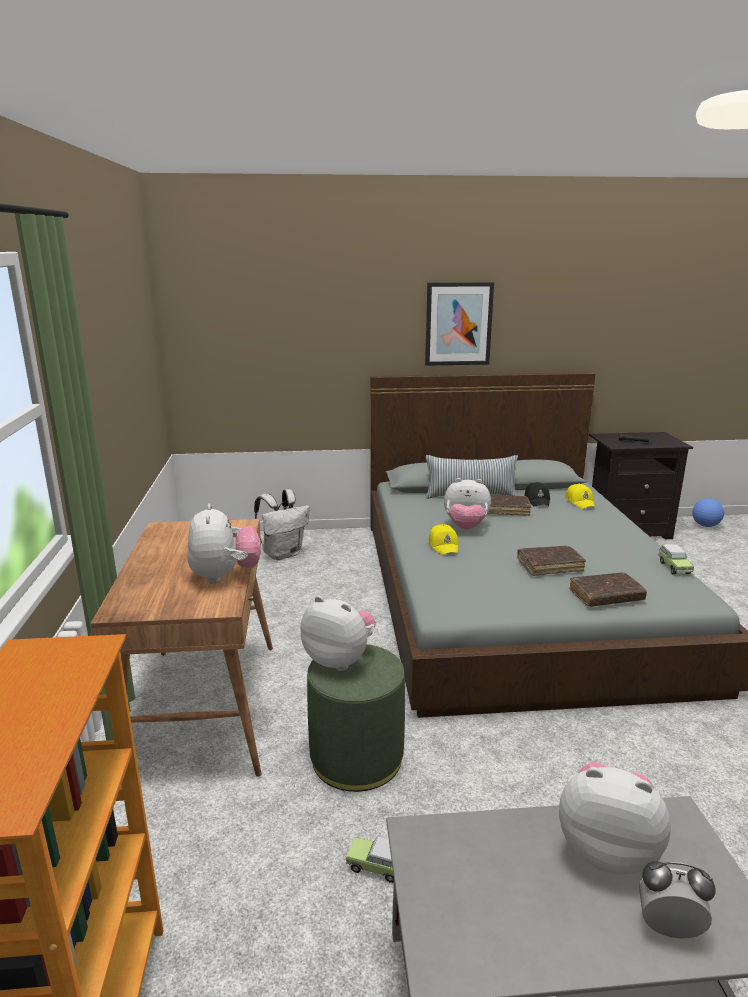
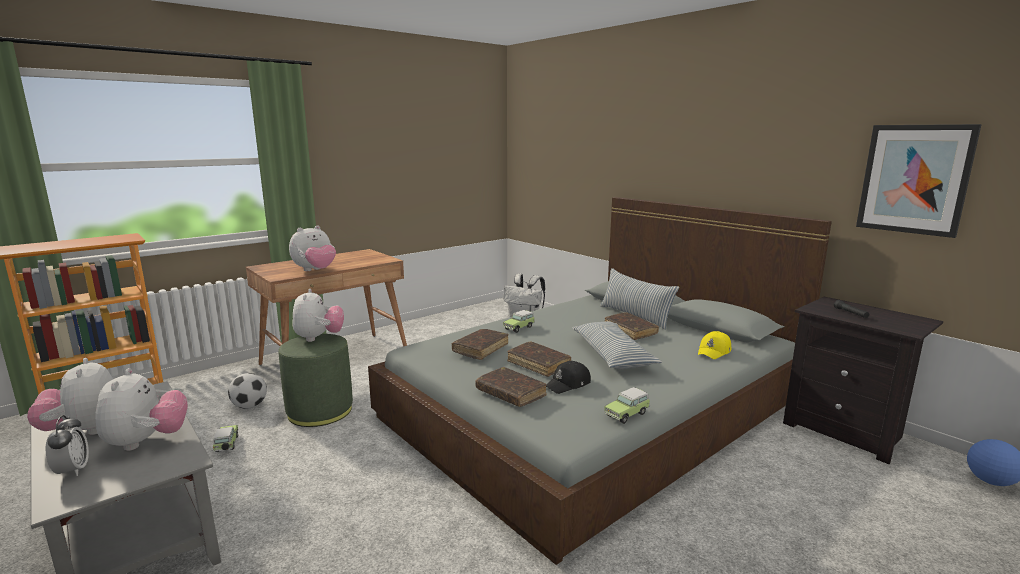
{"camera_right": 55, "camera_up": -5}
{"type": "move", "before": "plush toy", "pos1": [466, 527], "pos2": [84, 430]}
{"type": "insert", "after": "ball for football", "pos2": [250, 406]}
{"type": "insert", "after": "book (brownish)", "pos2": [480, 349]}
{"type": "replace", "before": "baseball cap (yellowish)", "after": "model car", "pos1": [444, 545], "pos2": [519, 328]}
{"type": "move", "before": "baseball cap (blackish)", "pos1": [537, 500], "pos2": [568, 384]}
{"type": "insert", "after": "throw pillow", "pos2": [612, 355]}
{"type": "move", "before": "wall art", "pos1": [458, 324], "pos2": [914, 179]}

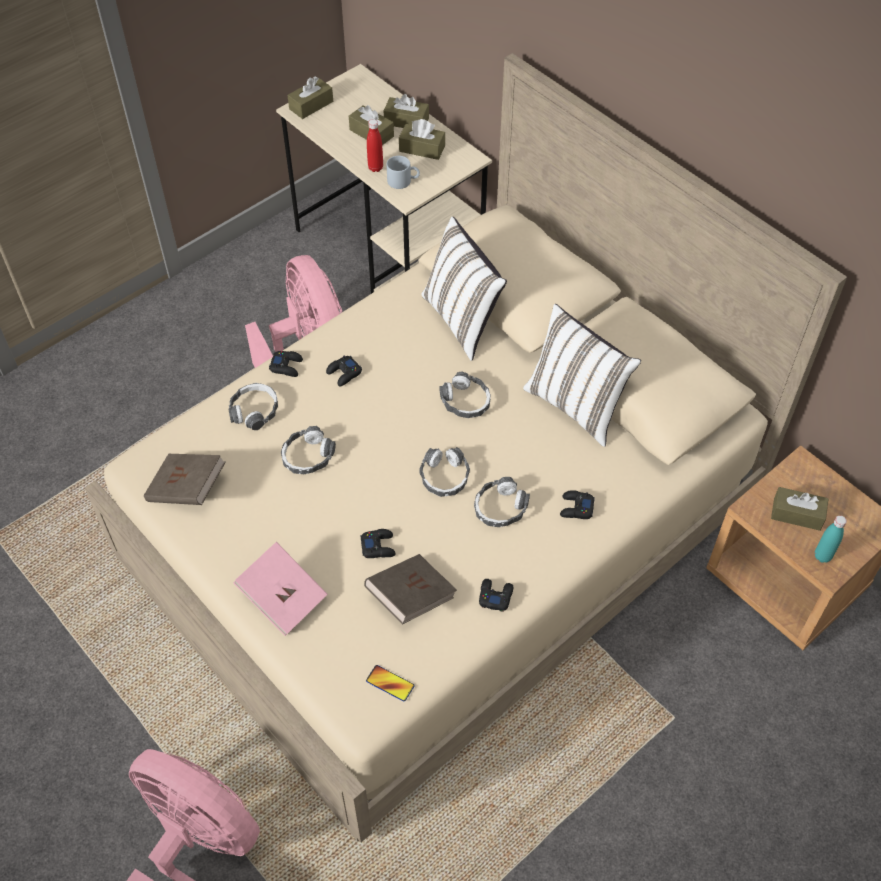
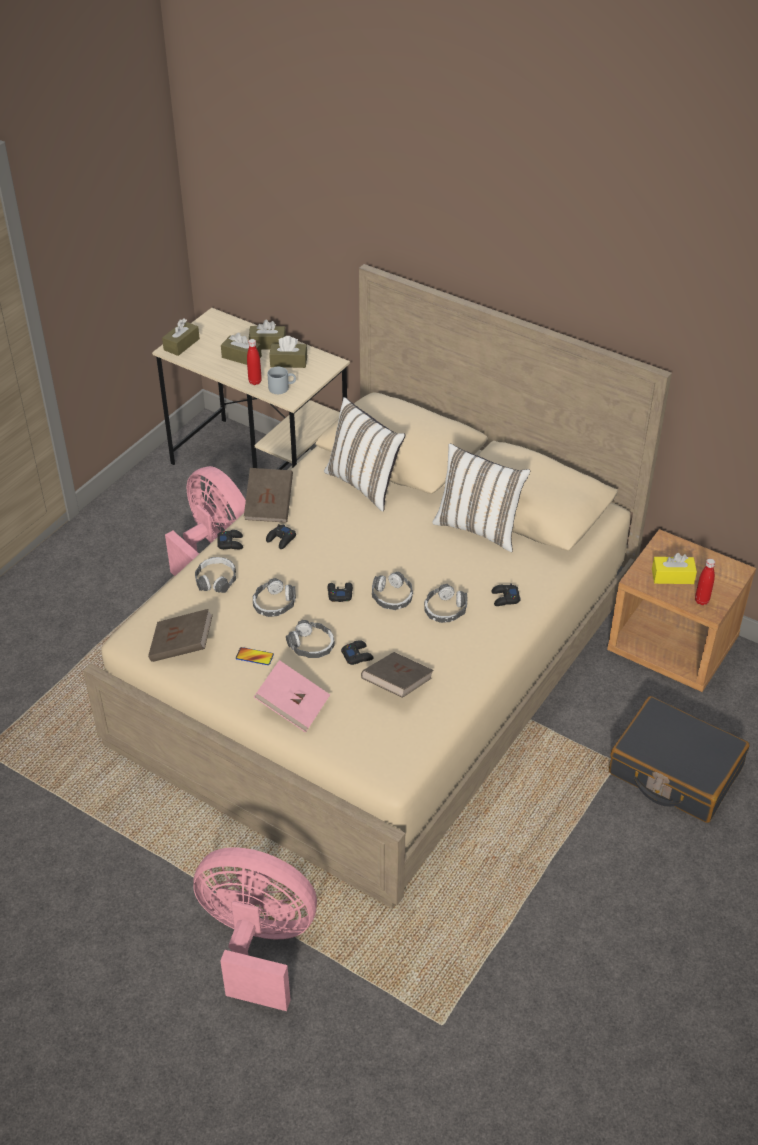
{"camera_right": -15, "camera_up": -10}
{"type": "move", "before": "phone", "pos1": [390, 683], "pos2": [254, 657]}
{"type": "insert", "after": "book (brownish)", "pos2": [269, 506]}
{"type": "move", "before": "headphones", "pos1": [465, 401], "pos2": [311, 645]}
{"type": "move", "before": "joypad (blackish)", "pos1": [495, 596], "pos2": [340, 594]}
{"type": "insert", "after": "piece of luggage (blackish)", "pos2": [674, 771]}
{"type": "recolor", "before": "box of tissues (brownish)", "after": "box of tissues (yellowish)", "pos1": [797, 514], "pos2": [672, 576]}
{"type": "recolor", "before": "beverage bottle (turquoise)", "after": "beverage bottle (red)", "pos1": [822, 556], "pos2": [701, 601]}

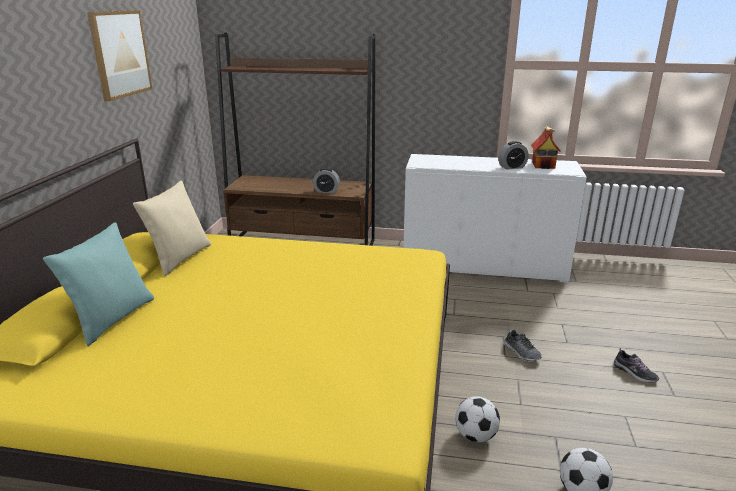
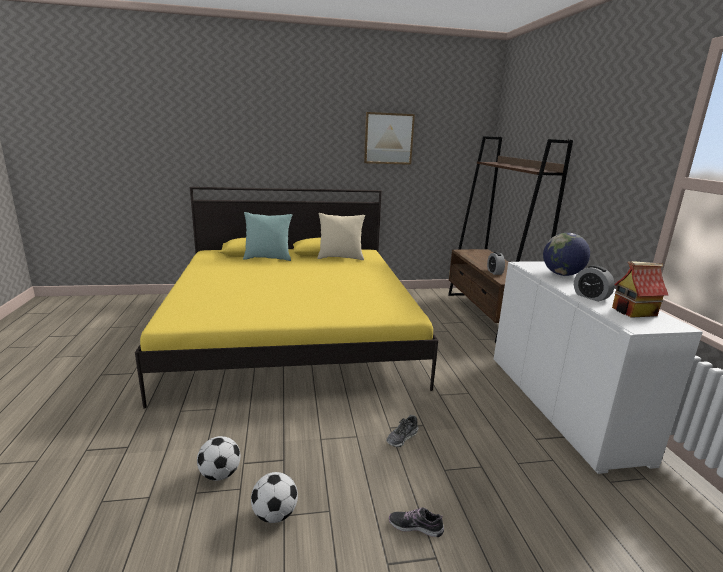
{"camera_right": 70, "camera_up": -5}
{"type": "move", "before": "ball for football", "pos1": [475, 436], "pos2": [275, 514]}
{"type": "rotate", "before": "shoe", "pos1": [634, 373], "pos2": [415, 527], "turn": 75}
{"type": "insert", "after": "desk globe", "pos2": [562, 274]}

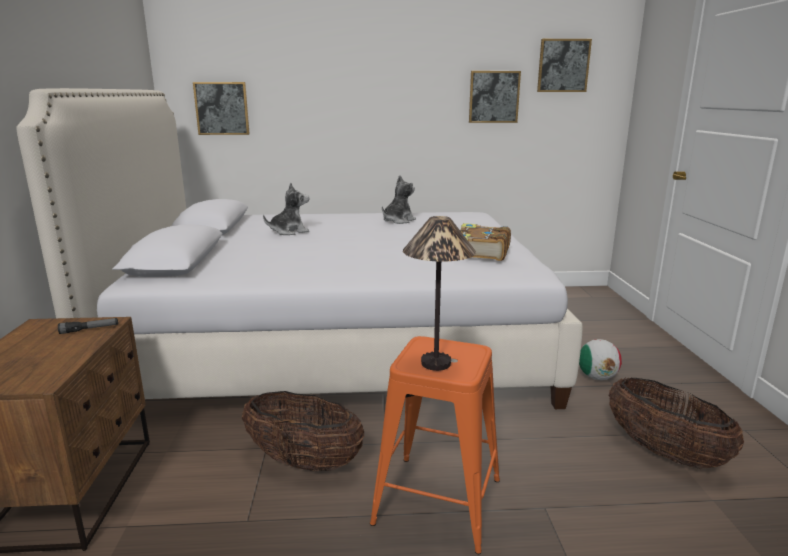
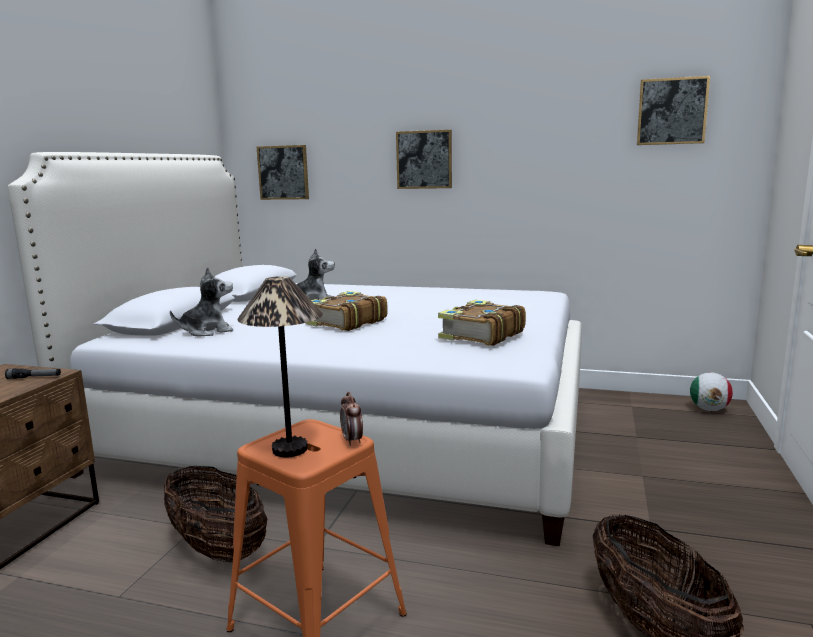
{"camera_right": 20, "camera_up": -5}
{"type": "move", "before": "plush toy", "pos1": [398, 221], "pos2": [207, 331]}
{"type": "insert", "after": "book", "pos2": [346, 322]}
{"type": "insert", "after": "table clock", "pos2": [352, 440]}
{"type": "move", "before": "wall art", "pos1": [494, 97], "pos2": [424, 159]}
{"type": "move", "before": "ball for football", "pos1": [597, 377], "pos2": [709, 409]}

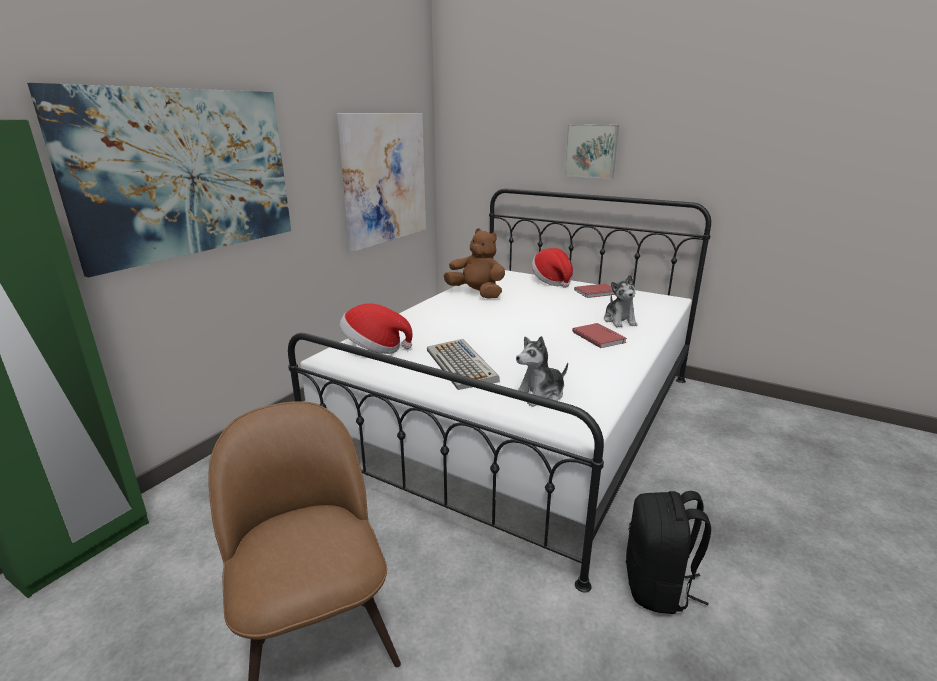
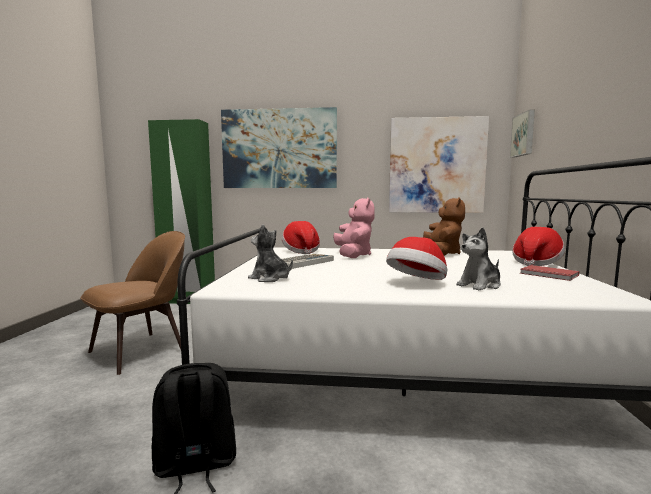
{"camera_right": 65, "camera_up": -15}
{"type": "insert", "after": "plush toy (pink-coloured)", "pos2": [353, 255]}
{"type": "replace", "before": "book (red)", "after": "hat", "pos1": [599, 337], "pos2": [417, 283]}
{"type": "move", "before": "wall art", "pos1": [591, 151], "pos2": [524, 134]}

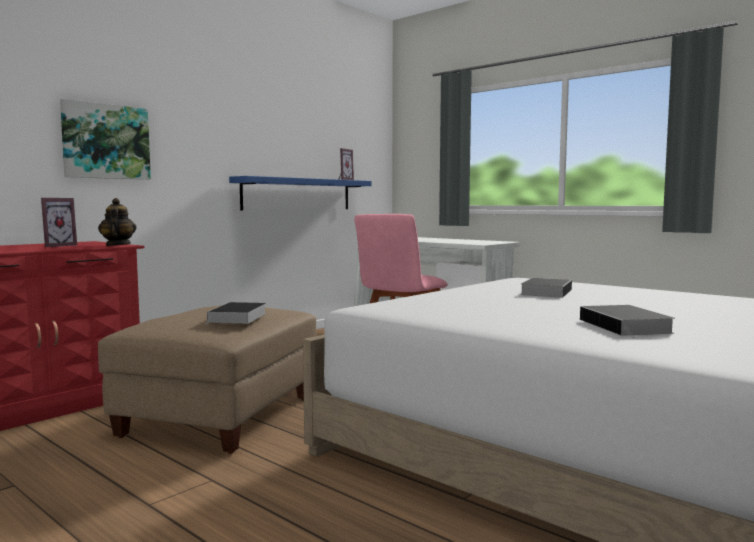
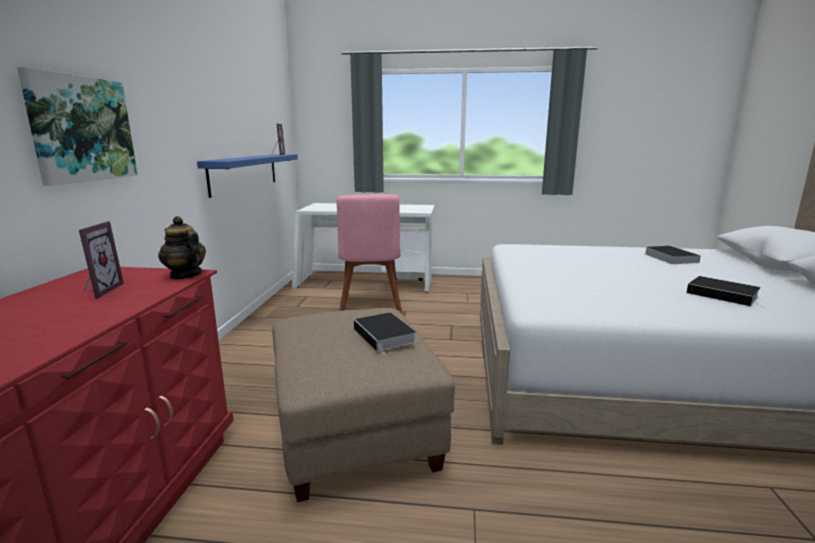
{"camera_right": -35, "camera_up": 10}
{"type": "move", "before": "book", "pos1": [546, 292], "pos2": [669, 257]}

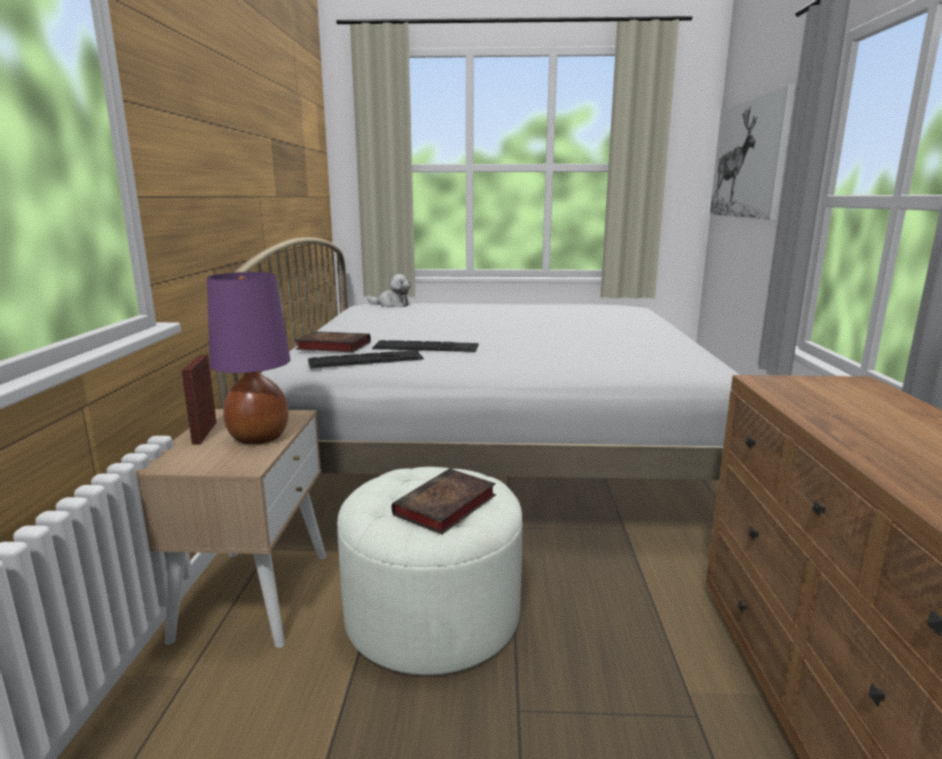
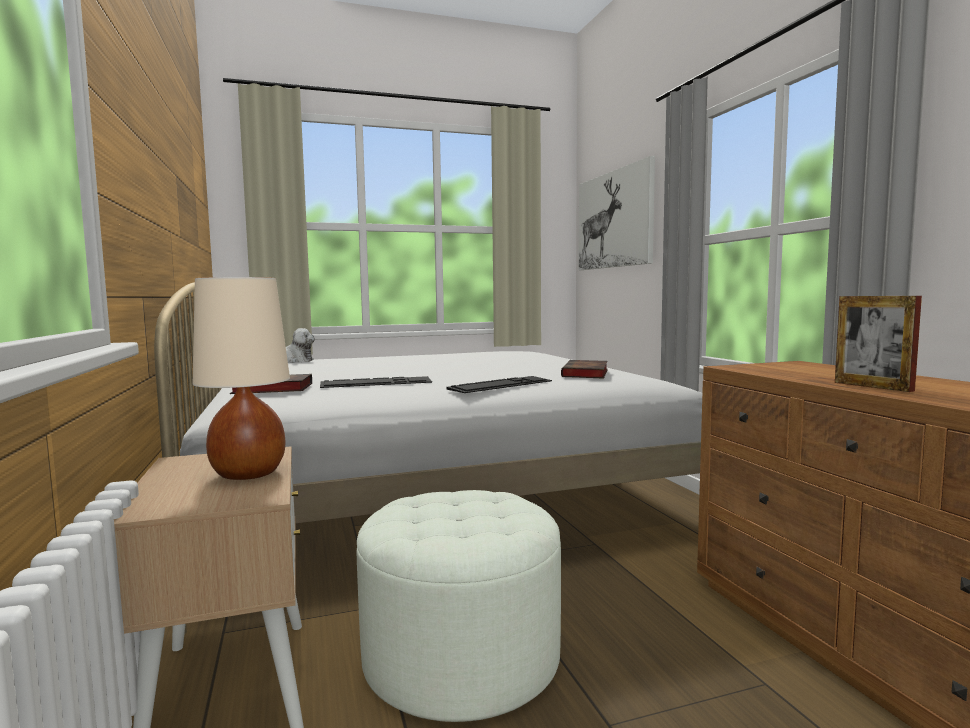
{"camera_right": -20, "camera_up": -10}
{"type": "recolor", "before": "lamp for a table (purple)", "after": "lamp for a table (beige-coloured)", "pos1": [259, 437], "pos2": [248, 473]}
{"type": "move", "before": "computer keyboard", "pos1": [366, 360], "pos2": [501, 385]}
{"type": "move", "before": "book", "pos1": [444, 507], "pos2": [586, 374]}
{"type": "move", "before": "standing frame", "pos1": [204, 433], "pos2": [872, 386]}

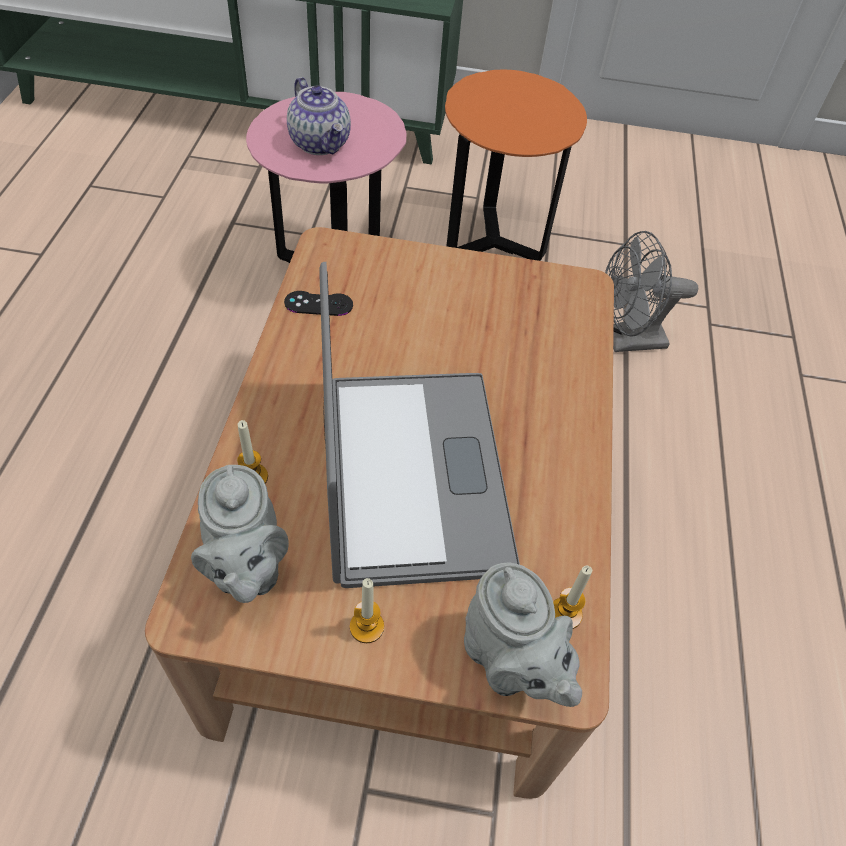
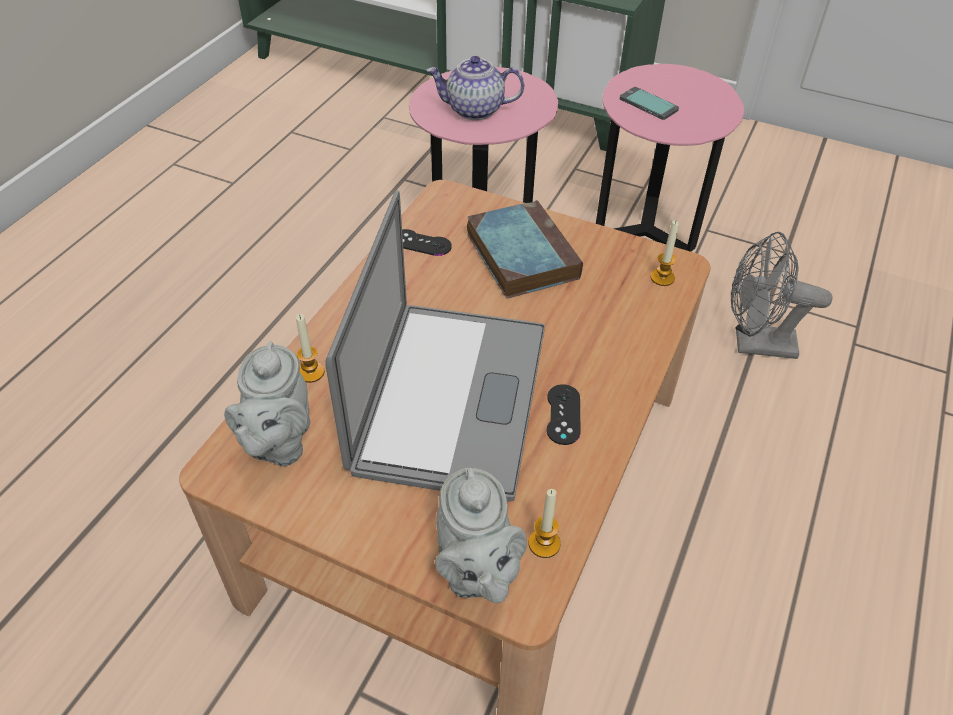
{"camera_right": 20, "camera_up": -5}
{"type": "rotate", "before": "tea pot", "pos1": [321, 144], "pos2": [474, 110], "turn": 105}
{"type": "insert", "after": "book", "pos2": [520, 254]}
{"type": "insert", "after": "joypad (blackish)", "pos2": [563, 414]}
{"type": "recolor", "before": "end table (orange-coloured)", "after": "end table (pink-coloured)", "pos1": [493, 242], "pos2": [646, 231]}
{"type": "insert", "after": "phone", "pos2": [648, 104]}
{"type": "move", "before": "wax light", "pos1": [366, 627], "pos2": [662, 278]}

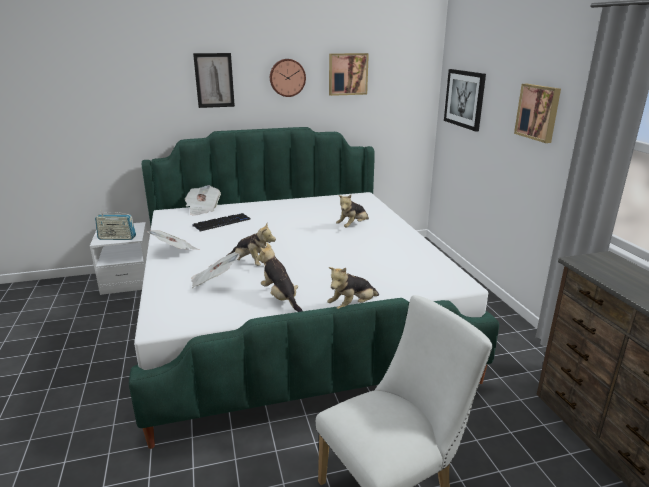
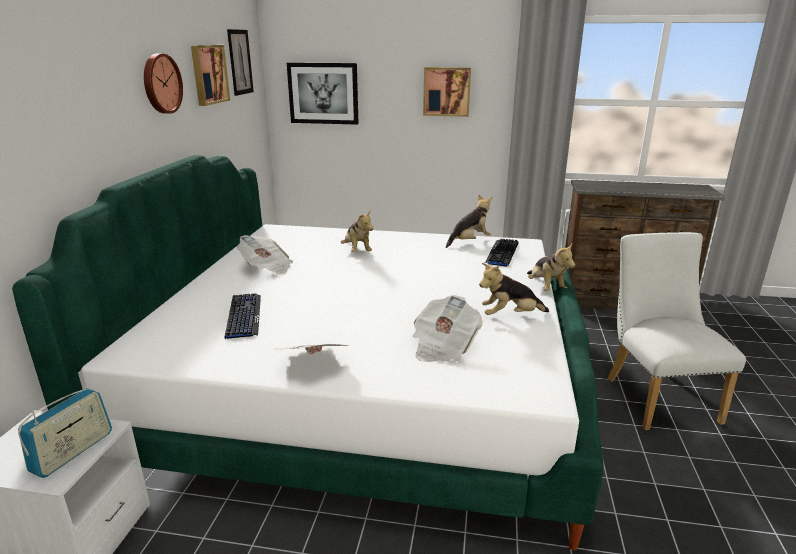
{"camera_right": -65, "camera_up": 0}
{"type": "move", "before": "wall art", "pos1": [214, 80], "pos2": [240, 62]}
{"type": "move", "before": "printed paper", "pos1": [202, 209], "pos2": [267, 268]}
{"type": "move", "before": "plush toy", "pos1": [251, 263], "pos2": [469, 241]}
{"type": "insert", "after": "computer keyboard", "pos2": [502, 253]}

